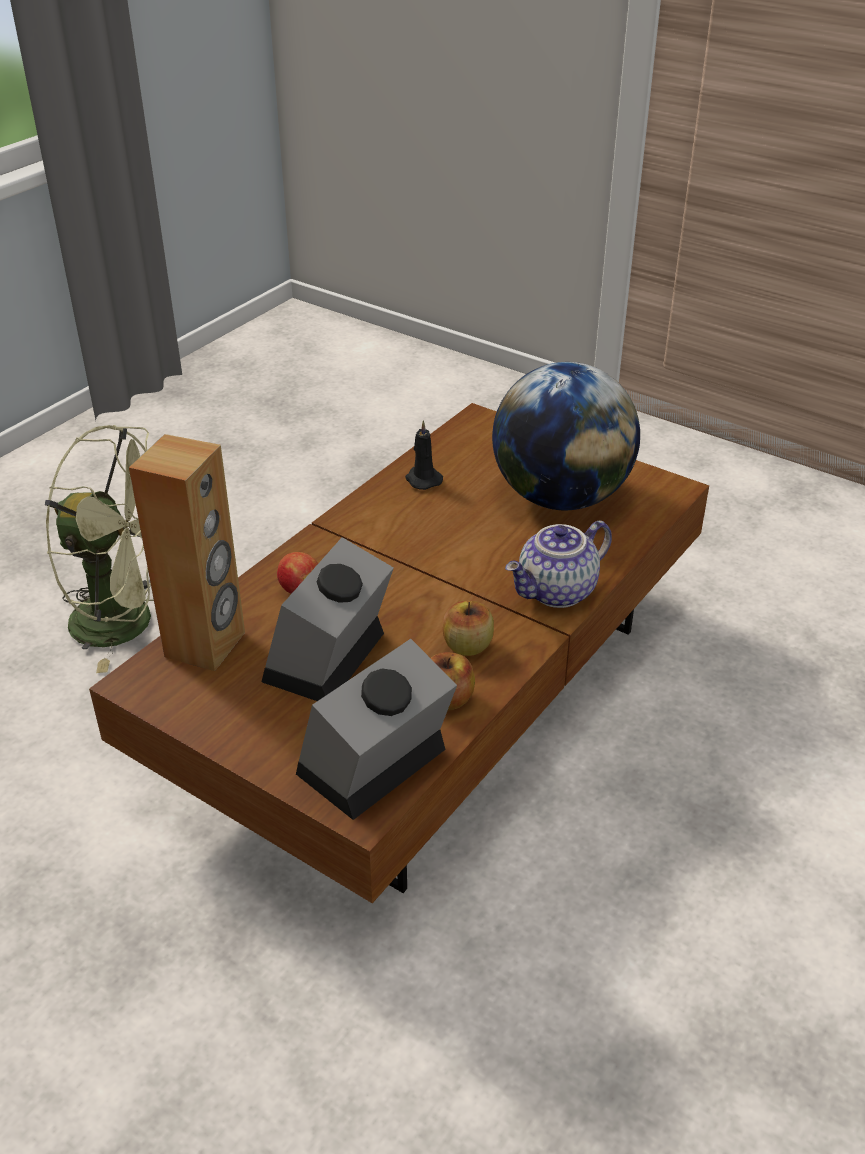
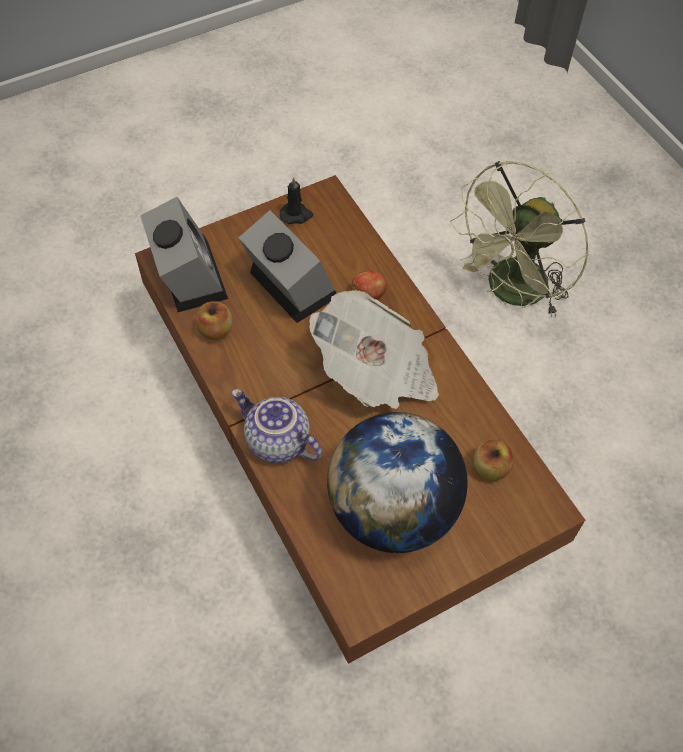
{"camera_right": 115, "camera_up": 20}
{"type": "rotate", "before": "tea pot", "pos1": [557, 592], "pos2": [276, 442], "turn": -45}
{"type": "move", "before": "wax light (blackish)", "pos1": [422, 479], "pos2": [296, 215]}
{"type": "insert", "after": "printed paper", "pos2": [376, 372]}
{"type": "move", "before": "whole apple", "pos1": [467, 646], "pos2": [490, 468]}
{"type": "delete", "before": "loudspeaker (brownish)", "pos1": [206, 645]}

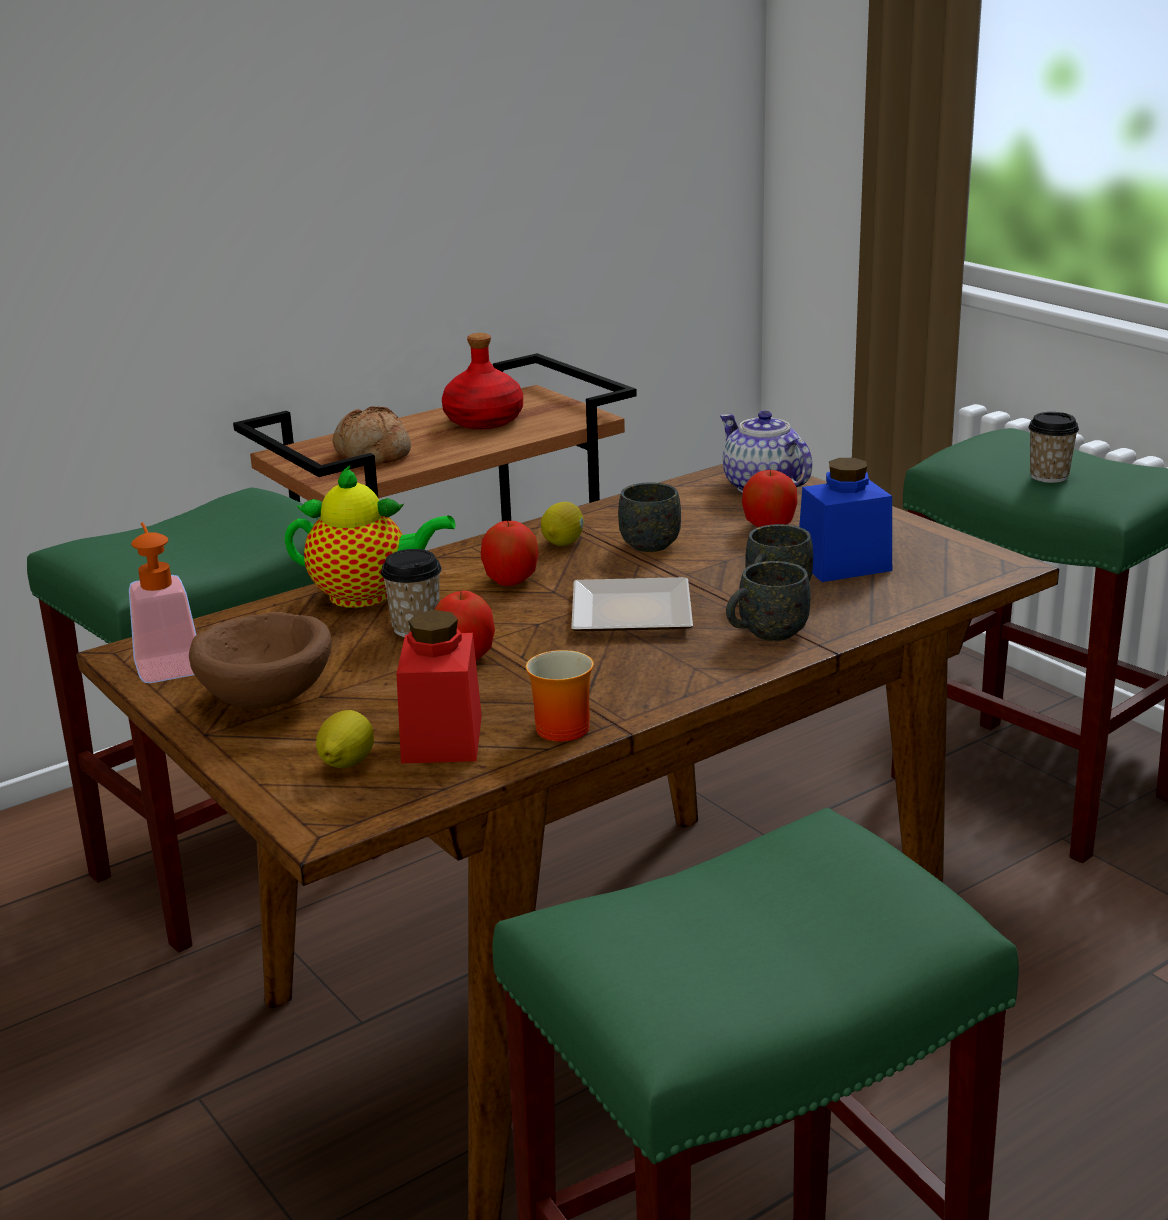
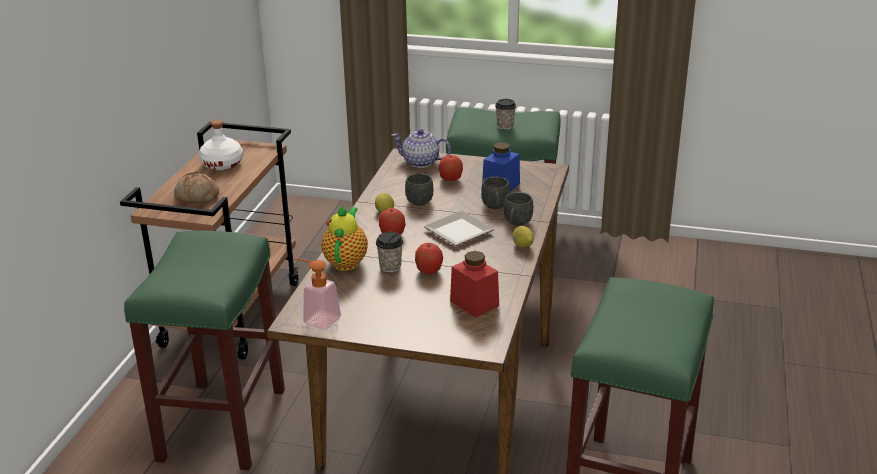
{"camera_right": -40, "camera_up": 5}
{"type": "recolor", "before": "beverage bottle (red)", "after": "beverage bottle (whitish)", "pos1": [484, 420], "pos2": [222, 164]}
{"type": "rotate", "before": "tea pot", "pos1": [367, 596], "pos2": [346, 261], "turn": -45}
{"type": "move", "before": "lemon", "pos1": [346, 764], "pos2": [522, 246]}
{"type": "delete", "before": "deep dish (brownish)", "pos1": [268, 696]}
{"type": "delete", "before": "tea mug", "pos1": [560, 725]}

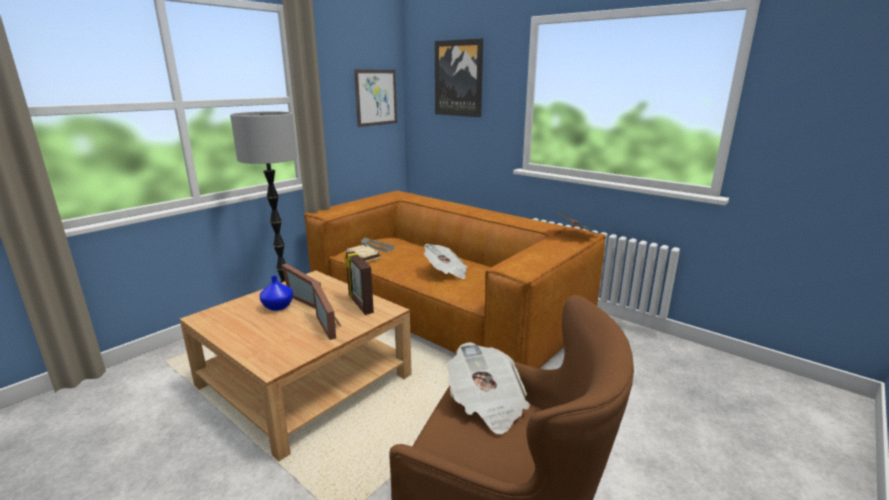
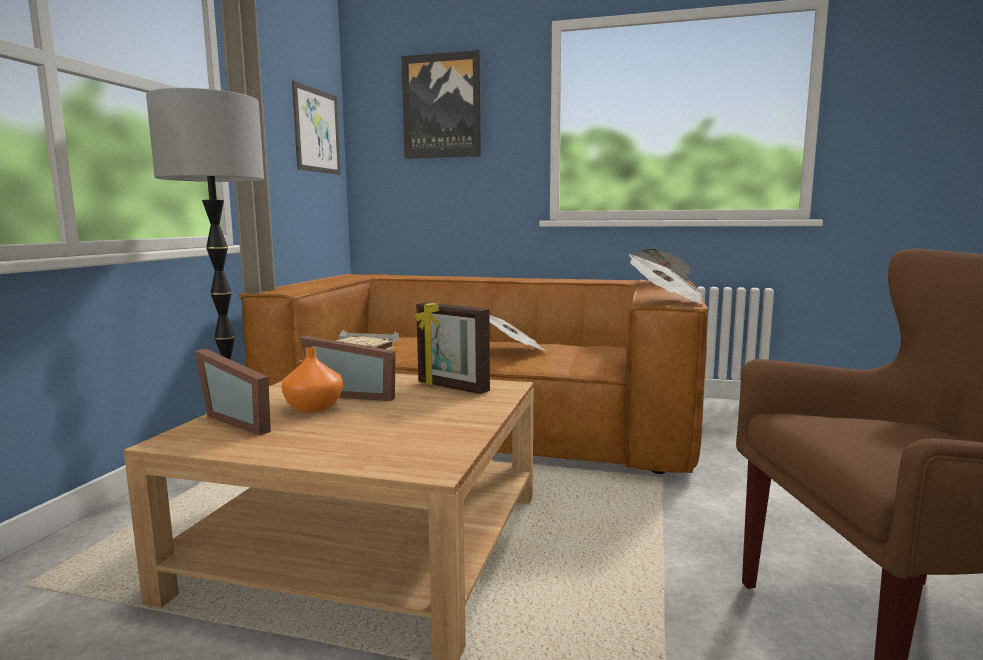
{"camera_right": -25, "camera_up": -10}
{"type": "move", "before": "standing frame", "pos1": [330, 324], "pos2": [244, 420]}
{"type": "recolor", "before": "vase (blue-coloured)", "after": "vase (orange-coloured)", "pos1": [278, 306], "pos2": [315, 407]}
{"type": "move", "before": "printed paper", "pos1": [487, 404], "pos2": [666, 300]}

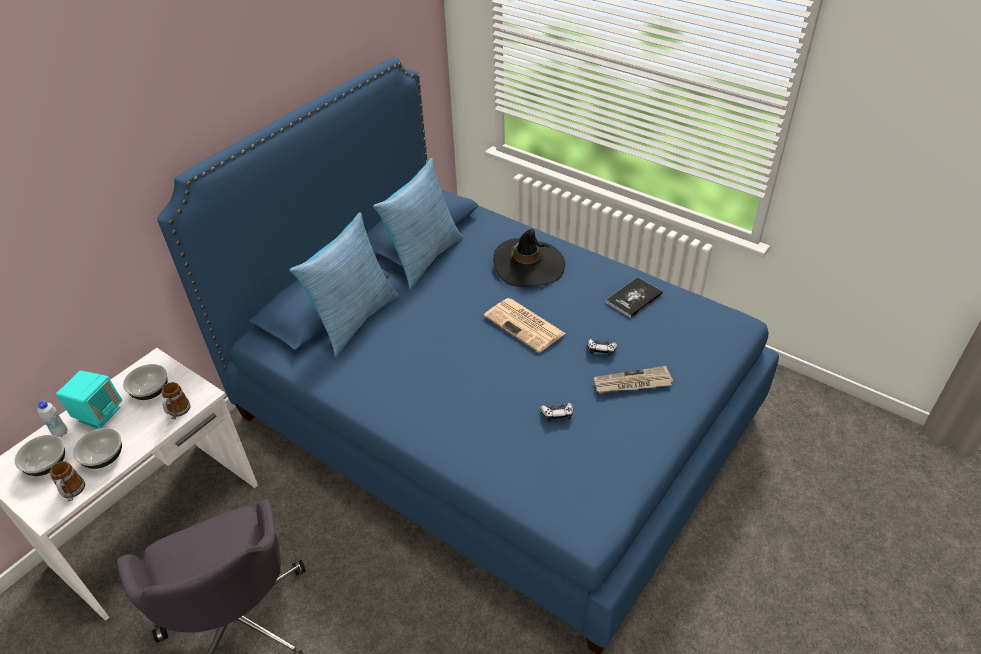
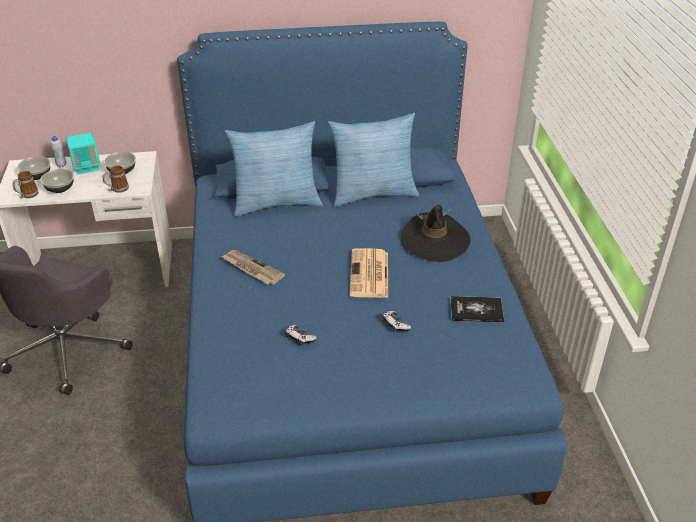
{"camera_right": 45, "camera_up": -5}
{"type": "move", "before": "printed paper", "pos1": [632, 383], "pos2": [251, 269]}

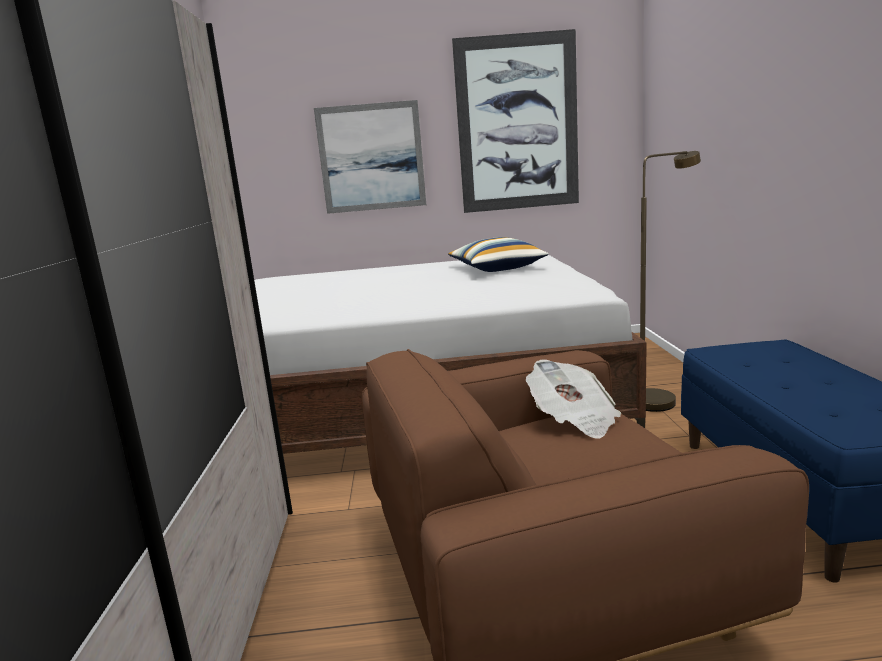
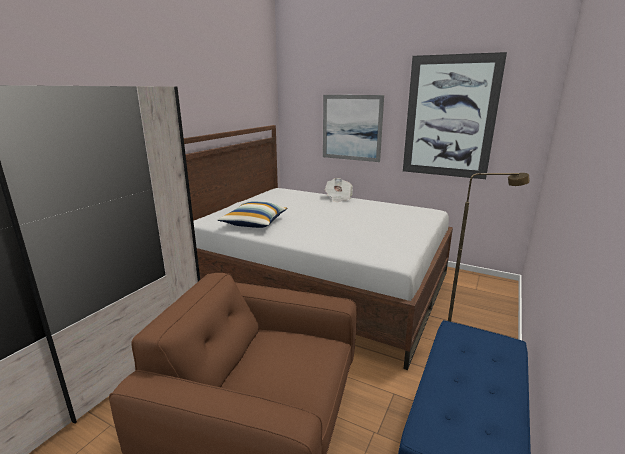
{"camera_right": 30, "camera_up": 5}
{"type": "move", "before": "throw pillow", "pos1": [496, 268], "pos2": [254, 223]}
{"type": "move", "before": "printed paper", "pos1": [574, 420], "pos2": [338, 198]}

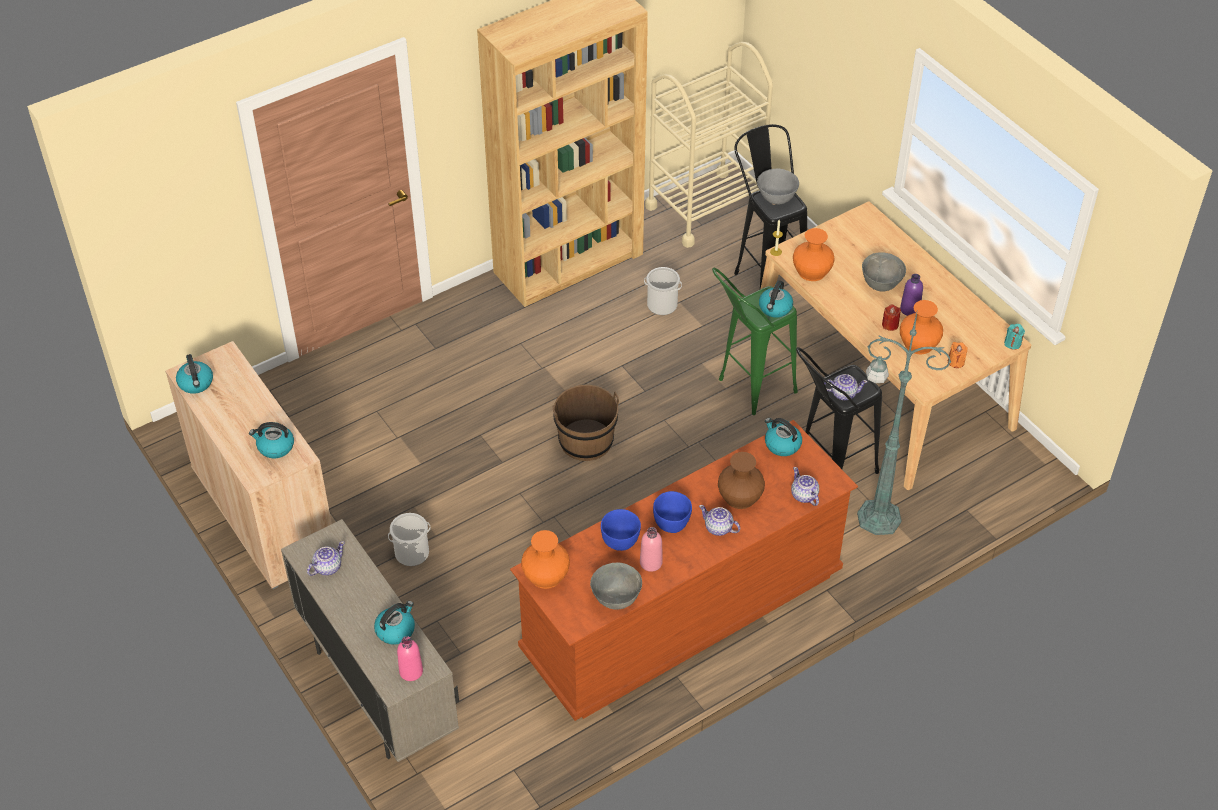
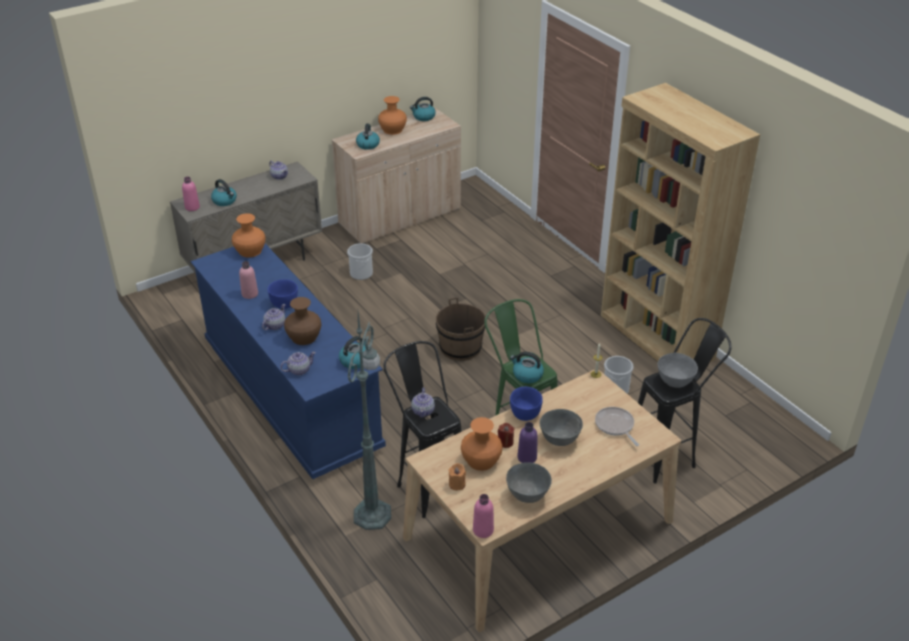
{"camera_right": 90, "camera_up": -10}
{"type": "recolor", "before": "chest of drawers (brownish)", "after": "chest of drawers (blue-coloured)", "pos1": [682, 612], "pos2": [291, 395]}
{"type": "move", "before": "vase (orange-coloured)", "pos1": [811, 271], "pos2": [392, 129]}
{"type": "replace", "before": "wax light (turquoise)", "after": "beverage bottle (pink-coloured)", "pos1": [1012, 343], "pos2": [483, 530]}
{"type": "move", "before": "deep dish (grey)", "pos1": [615, 599], "pos2": [528, 495]}
{"type": "move", "before": "deep dish (blue-coloured)", "pos1": [621, 541], "pos2": [525, 414]}
{"type": "insert", "after": "skillet", "pos2": [615, 426]}
{"type": "delete", "before": "cart (beige-coloured)", "pos1": [705, 208]}

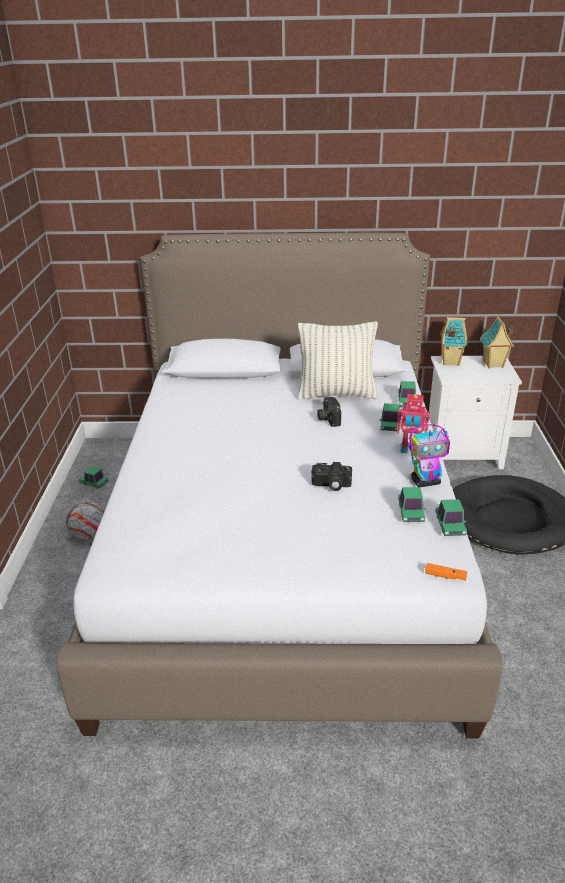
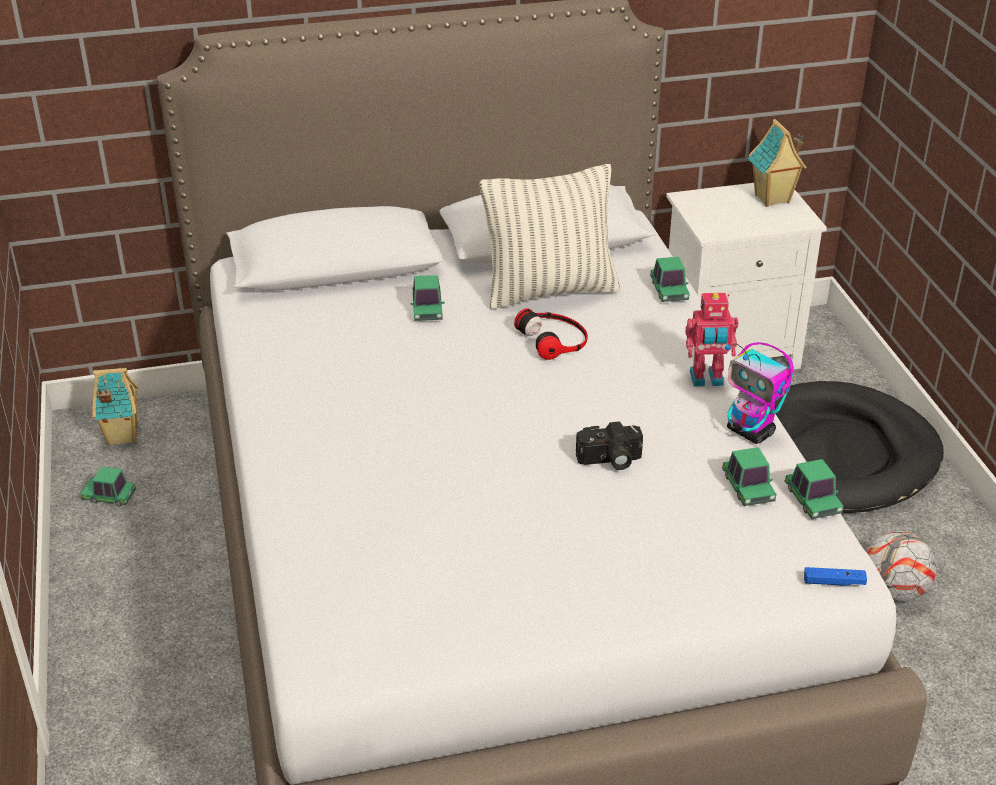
{"camera_right": -15, "camera_up": 5}
{"type": "move", "before": "toy house", "pos1": [449, 362], "pos2": [121, 436]}
{"type": "move", "before": "model car", "pos1": [389, 425], "pos2": [427, 309]}
{"type": "replace", "before": "still camera", "after": "headphones", "pos1": [328, 418], "pos2": [554, 339]}
{"type": "rotate", "before": "toy robot", "pos1": [426, 481], "pos2": [751, 432], "turn": 75}
{"type": "recolor", "before": "joypad (orange-coloured)", "after": "joypad (blue-coloured)", "pos1": [445, 576], "pos2": [834, 582]}
{"type": "move", "before": "ball for football", "pos1": [89, 535], "pos2": [893, 591]}

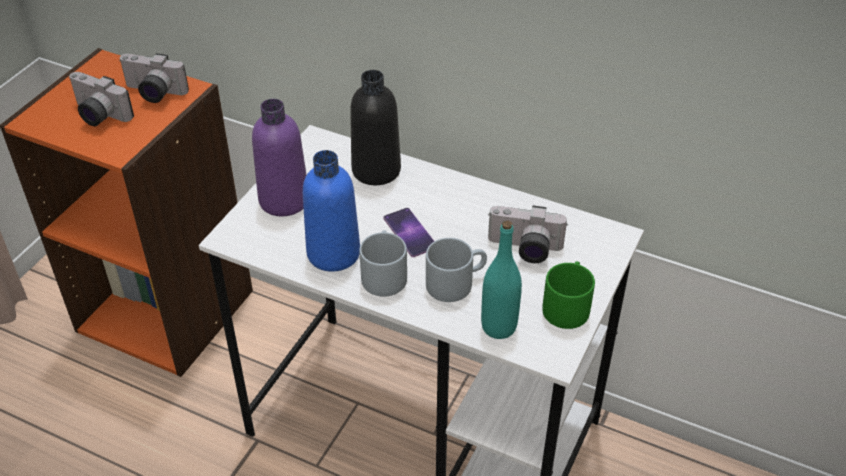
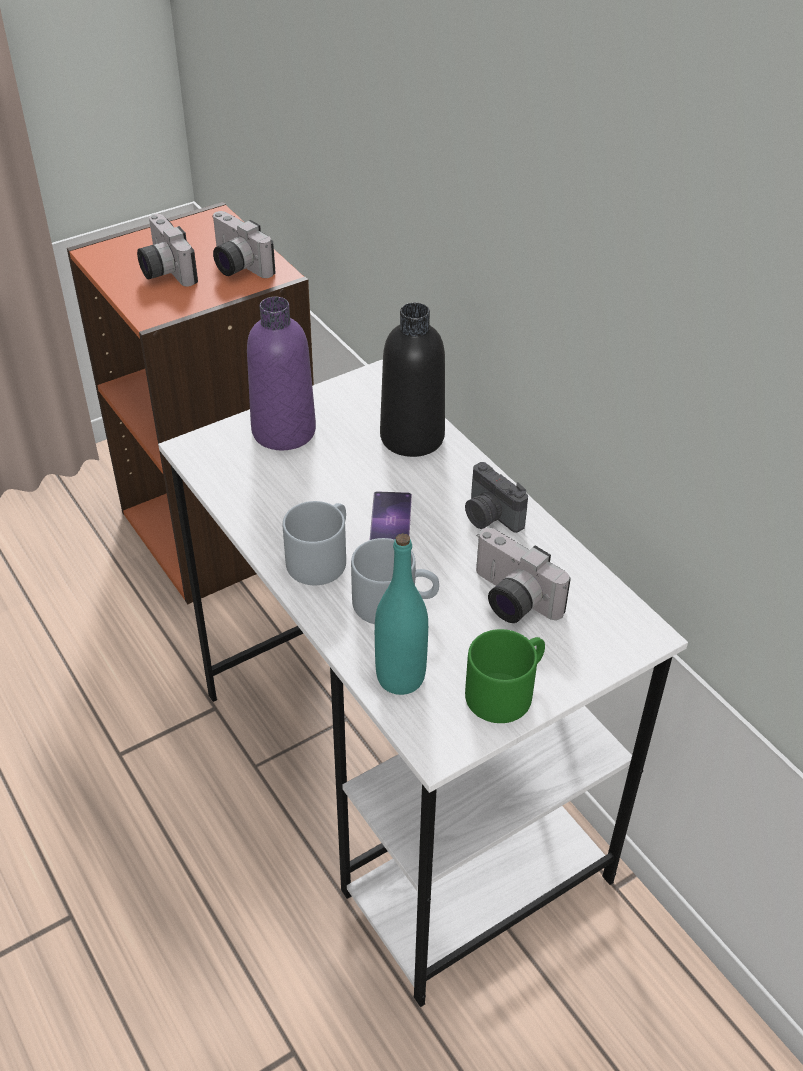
{"camera_right": 30, "camera_up": 0}
{"type": "insert", "after": "still camera", "pos2": [489, 516]}
{"type": "delete", "before": "beverage bottle (blue-coloured)", "pos1": [333, 253]}

